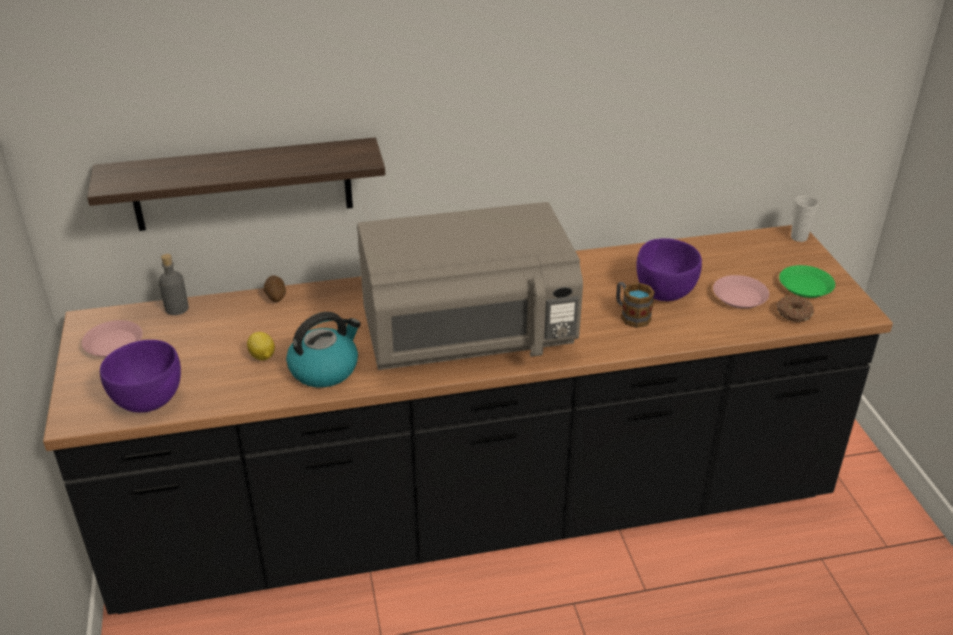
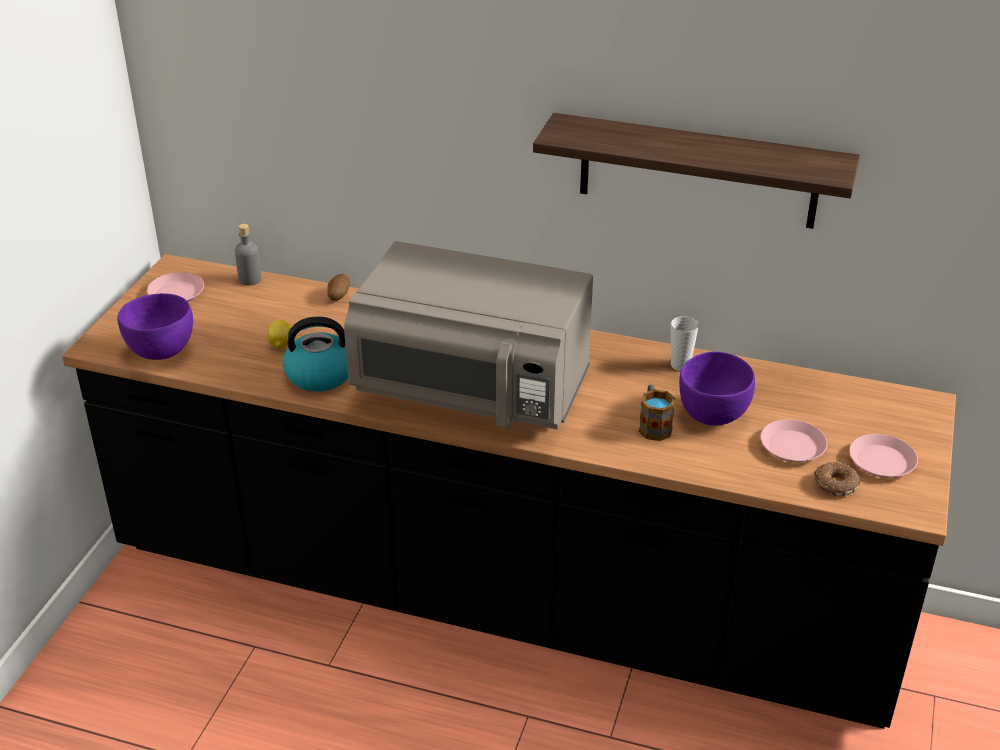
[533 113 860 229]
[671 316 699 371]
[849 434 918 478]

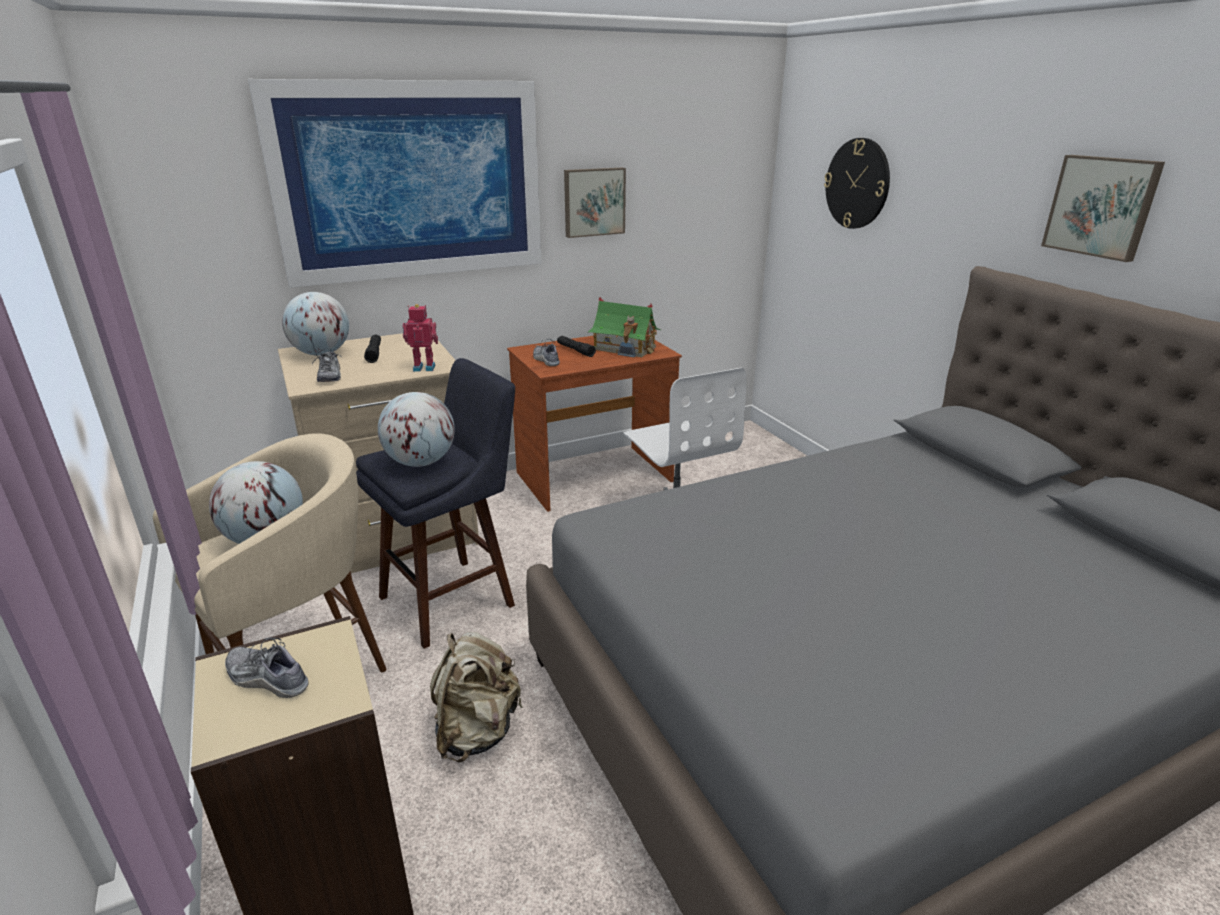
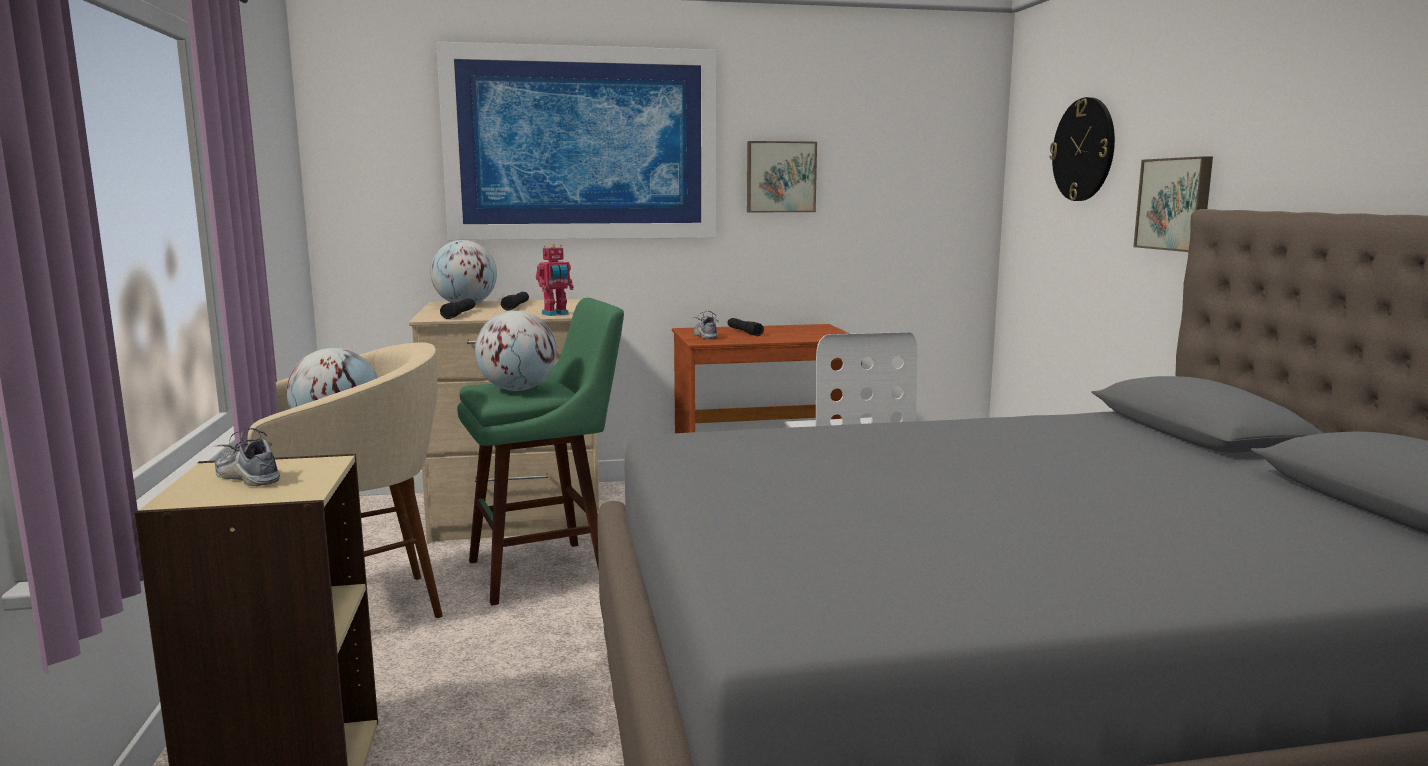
[430 632 523 762] (first image)
[588 297 661 358] (first image)
[1133 156 1213 252]
[440 298 475 319]
[457 298 624 606]
[536 244 574 316]

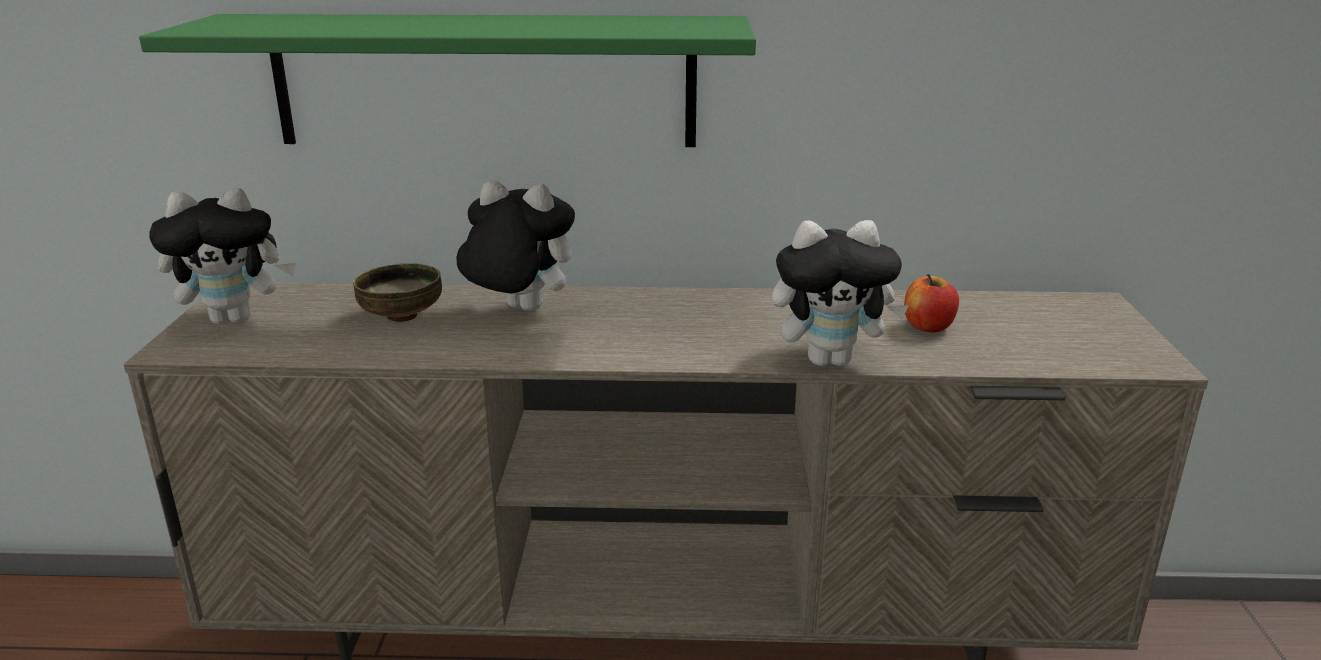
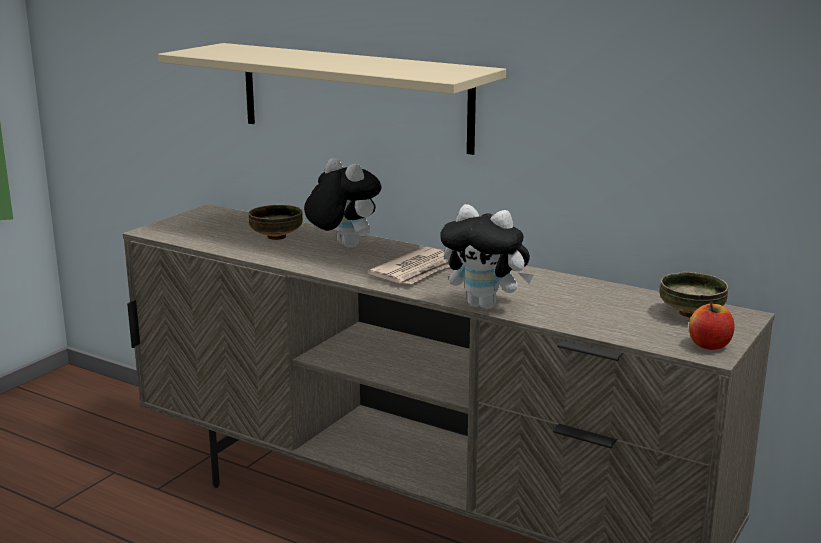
[149 188 296 325] (first image)
[368 247 450 284]
[659 272 728 317]
[689 302 735 350]
[158 43 506 155]

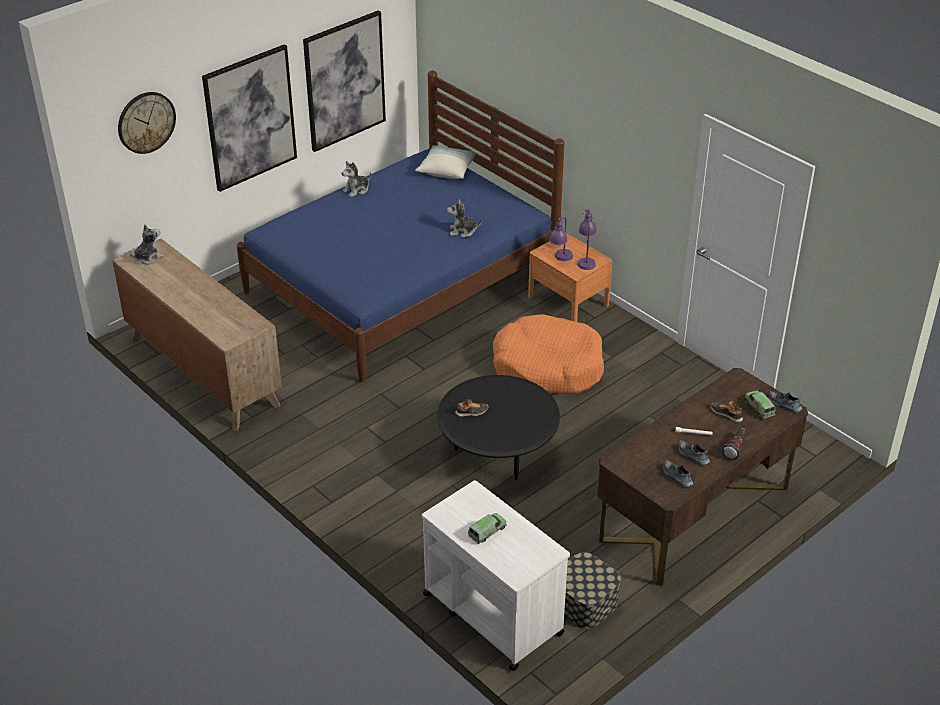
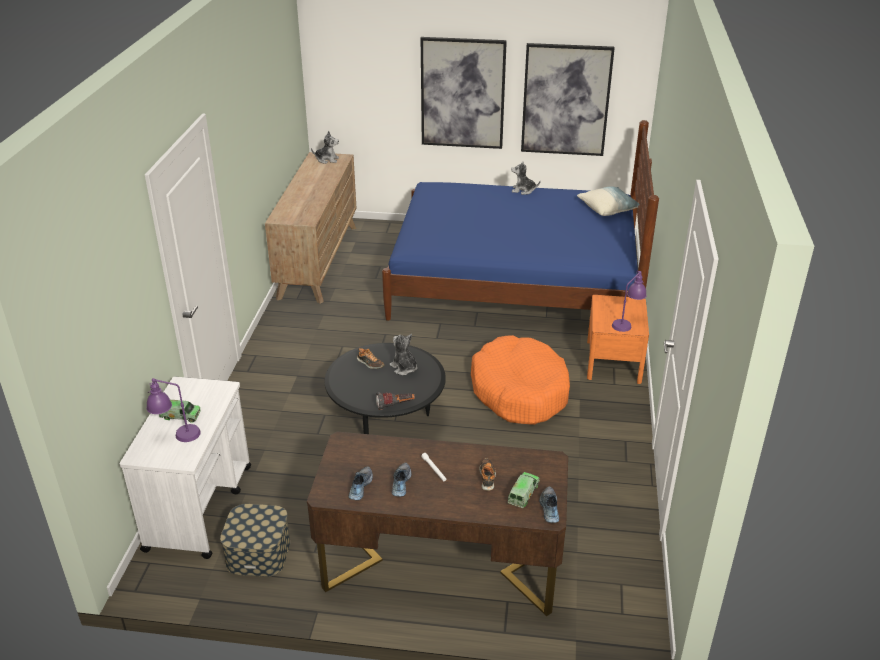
[118 92 176 154] (first image)
[390 334 418 375]
[147 378 201 442]
[376 392 415 410]

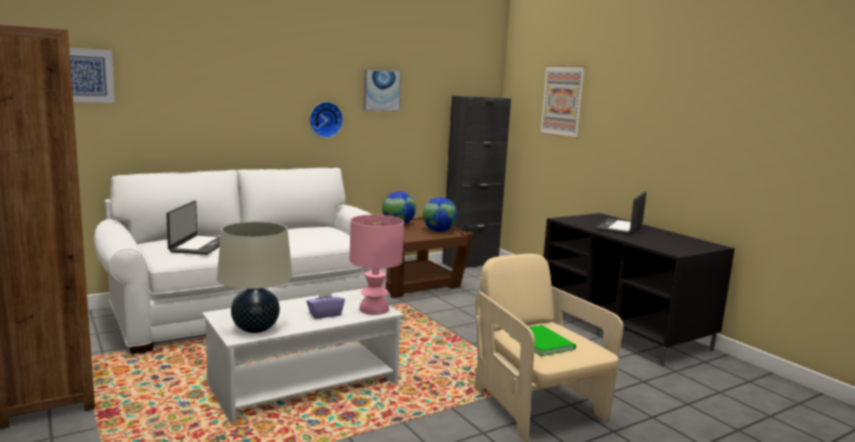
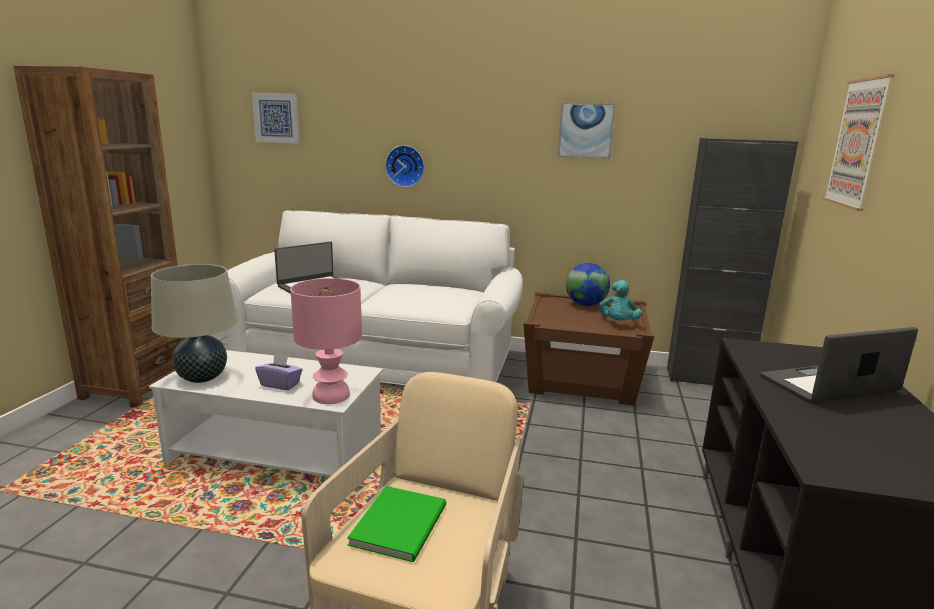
[385 145 424 187]
[599 280 642 320]

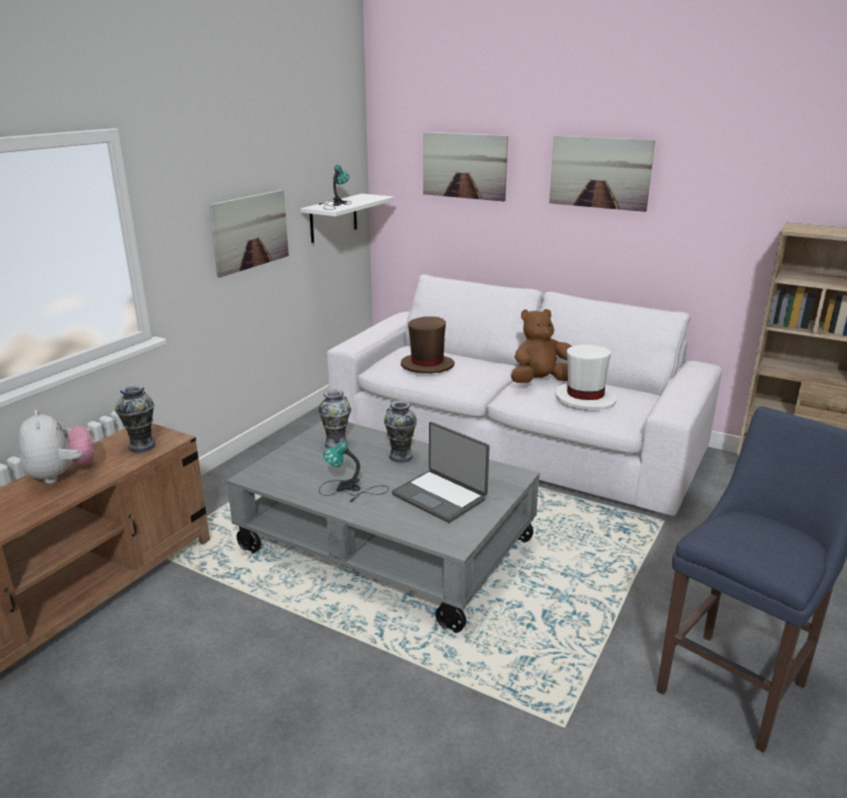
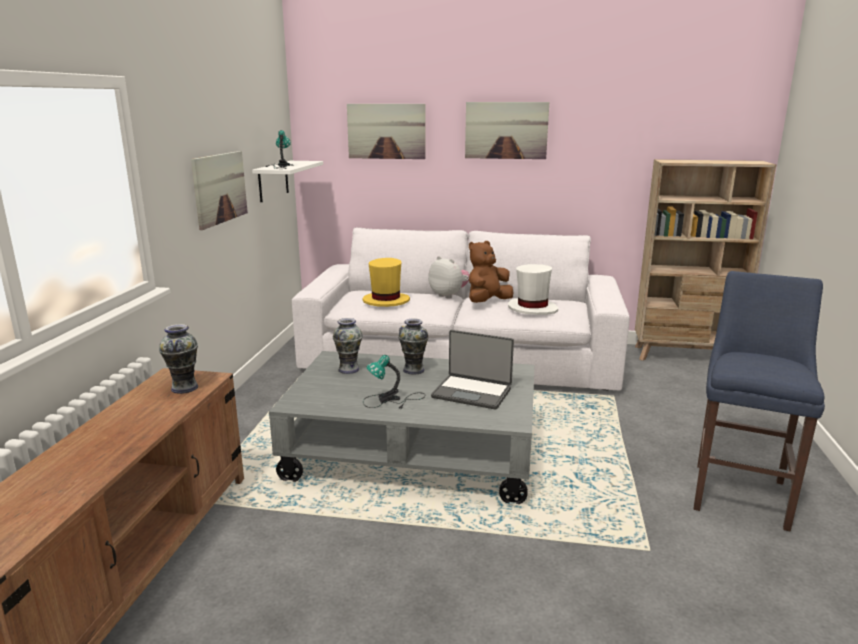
[428 256 469 299]
[363 258 410 307]

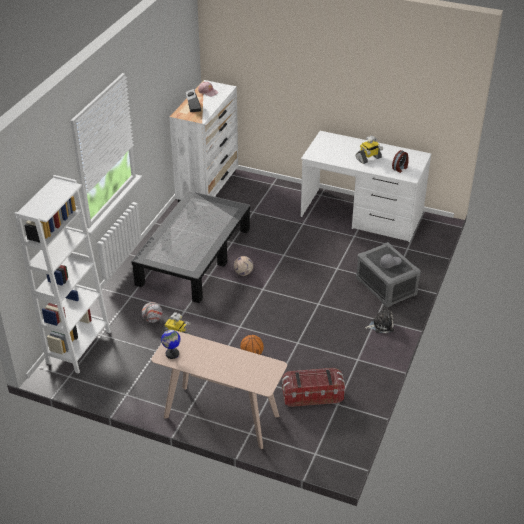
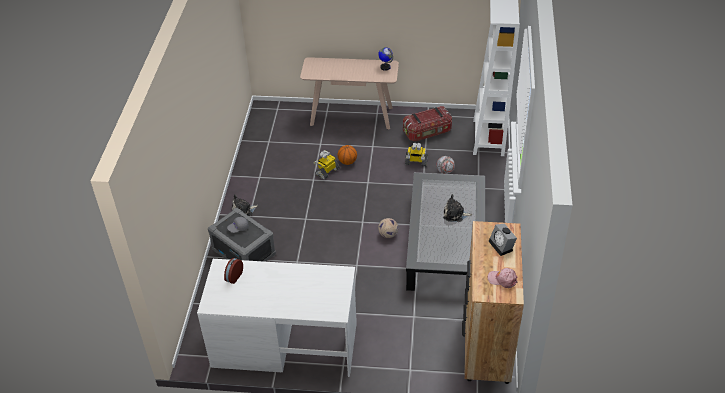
[443 194 472 222]
[403 106 452 142]
[313 150 340 180]
[462 221 524 384]

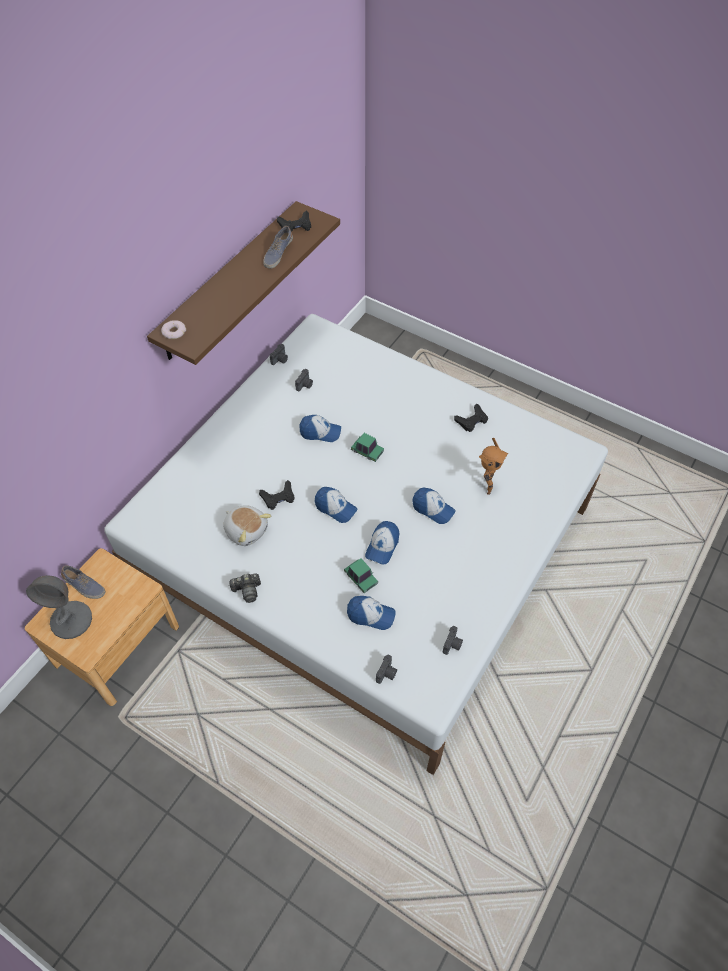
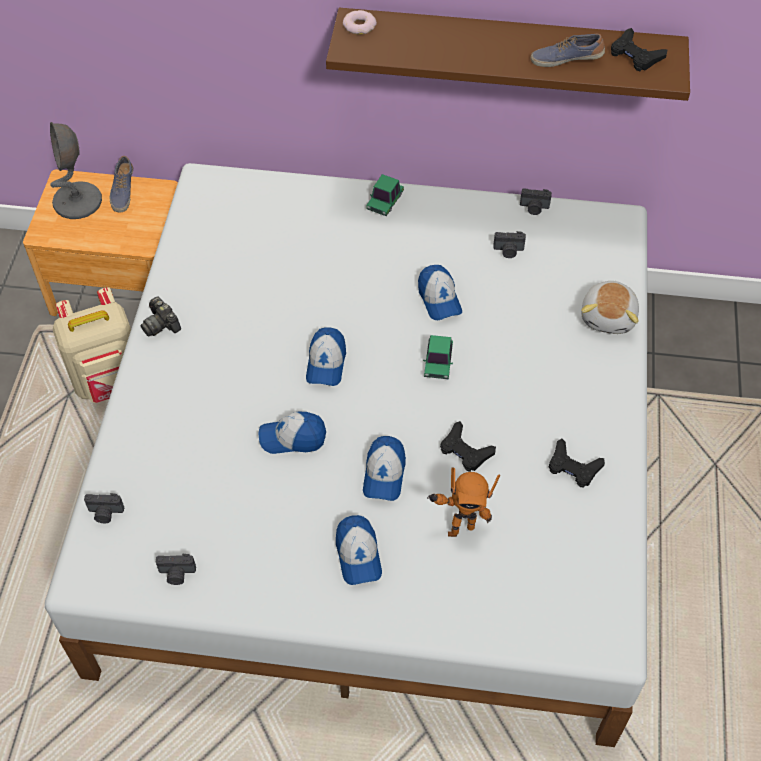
[53 287 131 403]
[581 281 639 334]
[440 421 496 472]
[367 174 404 216]
[336 515 382 585]

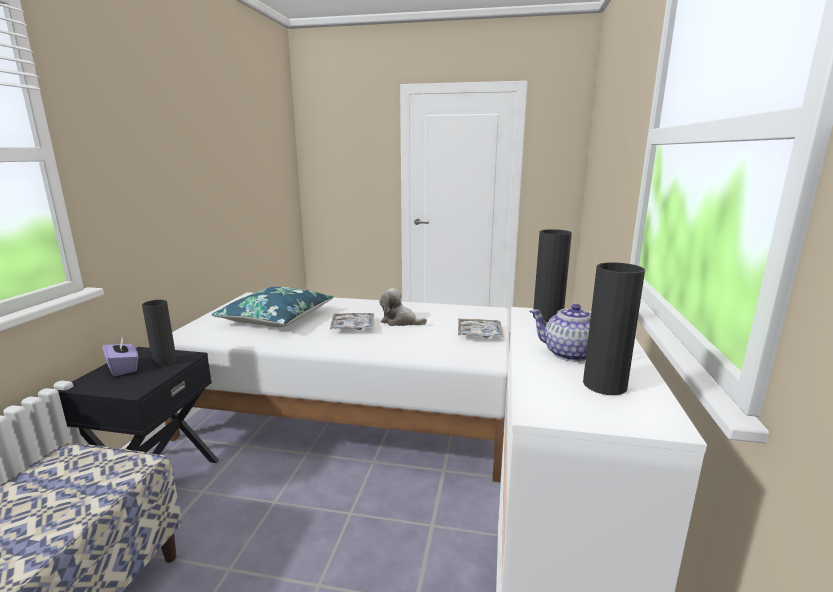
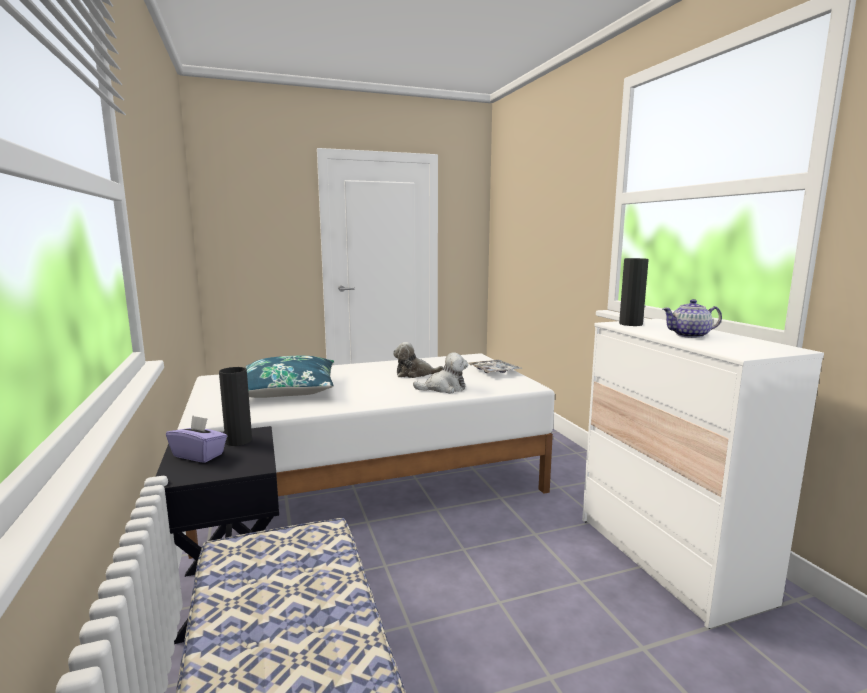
[330 313 374 330] (first image)
[583 262 645 395] (first image)
[413 352 468 394]

